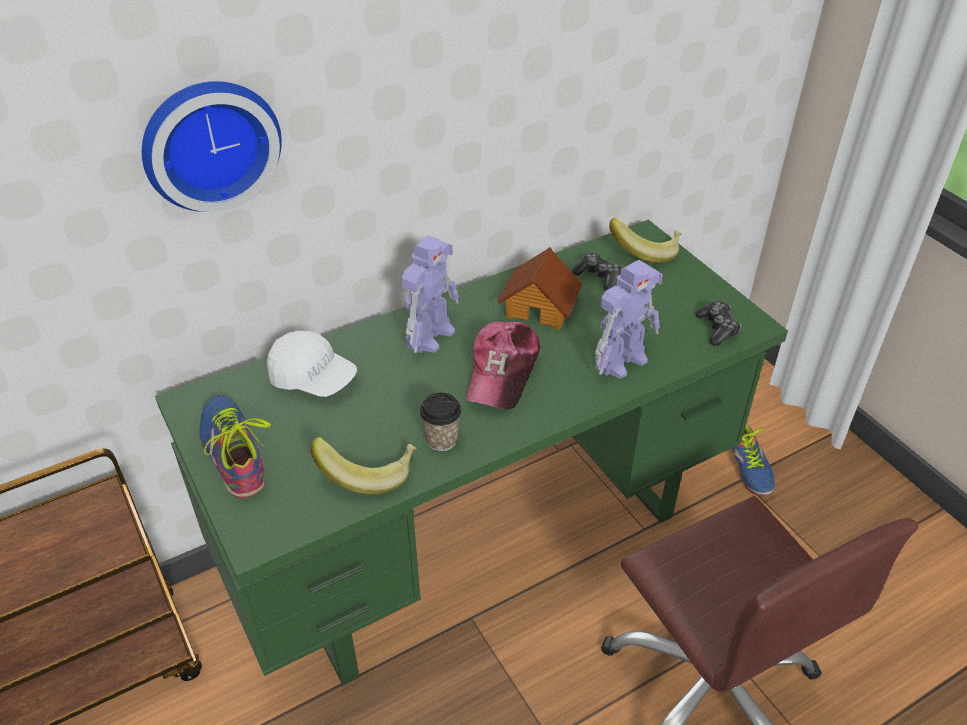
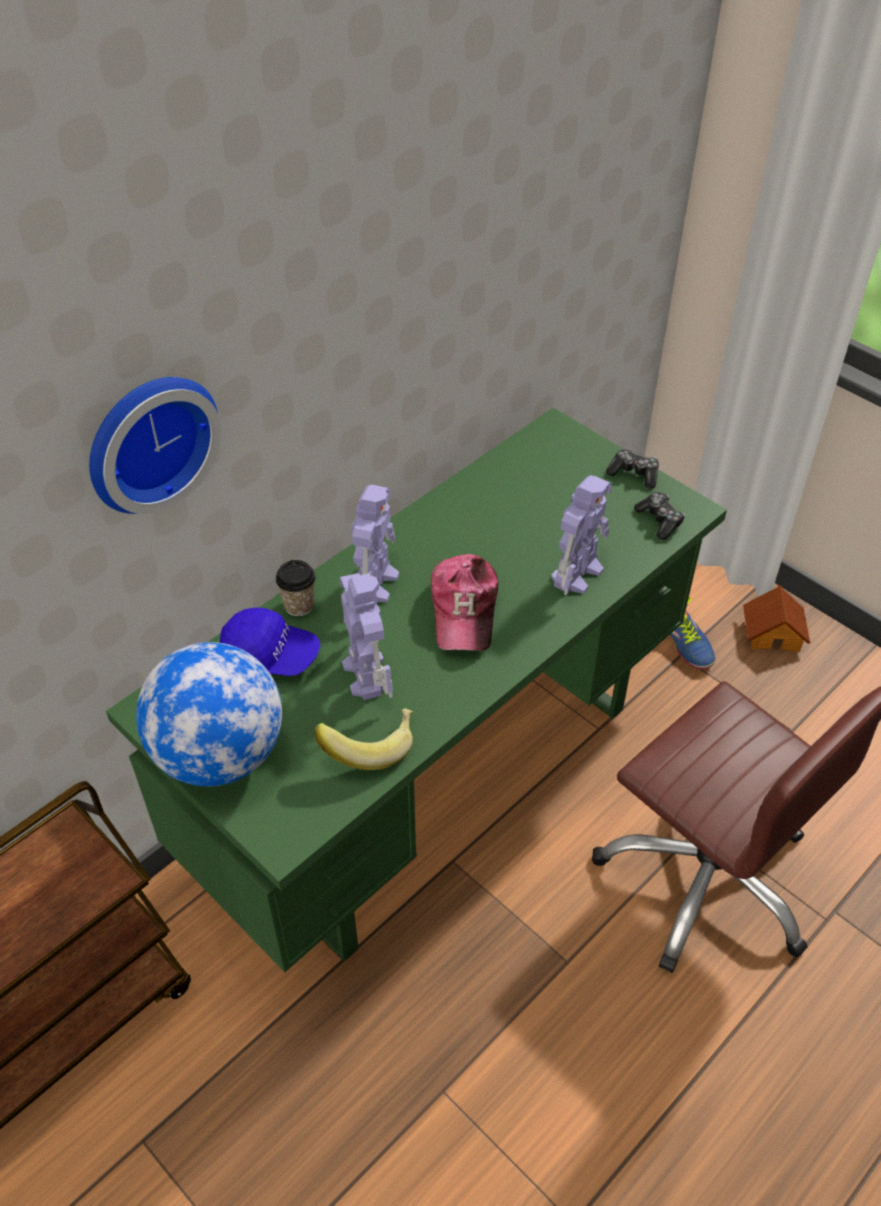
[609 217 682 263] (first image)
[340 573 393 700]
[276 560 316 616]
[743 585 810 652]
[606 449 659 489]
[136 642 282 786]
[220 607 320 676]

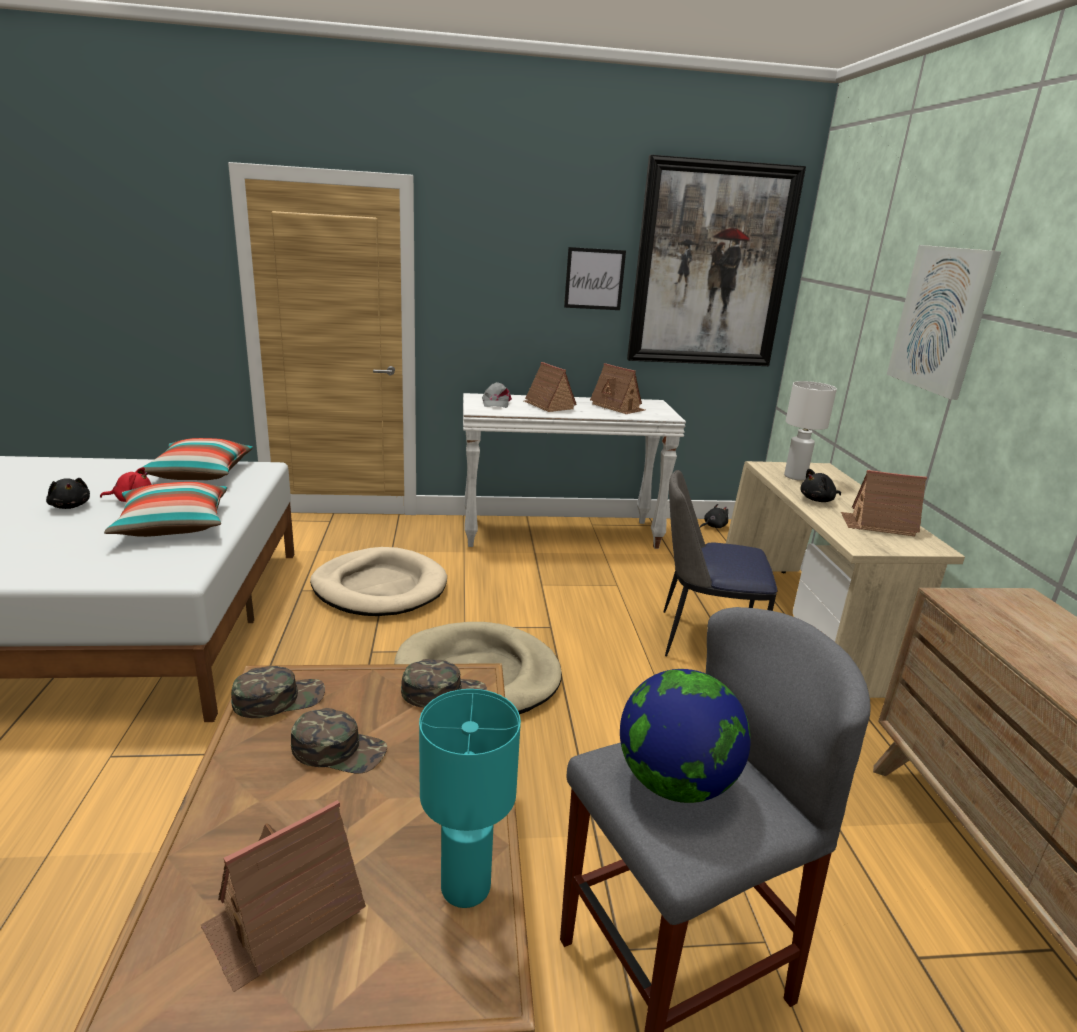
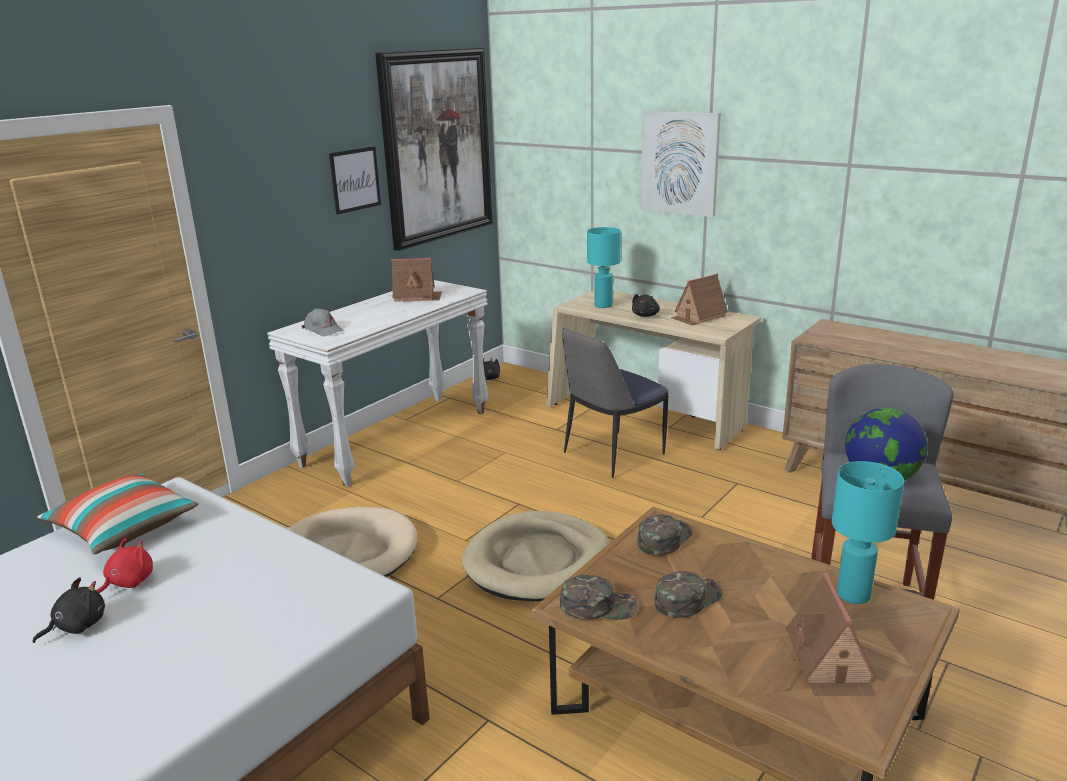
[104 482 227 537] (first image)
[524 362 577 412] (first image)
[587 227 621 308]
[33 577 105 643]
[560 575 638 620]

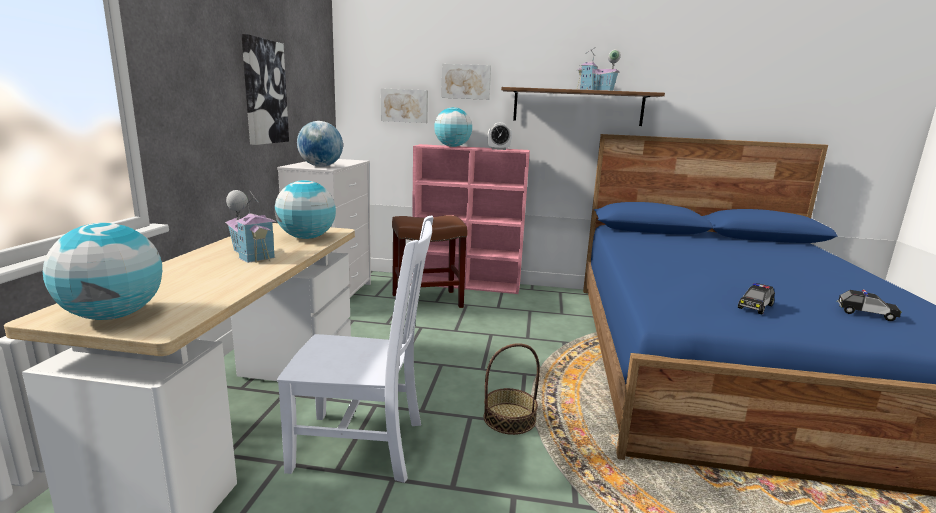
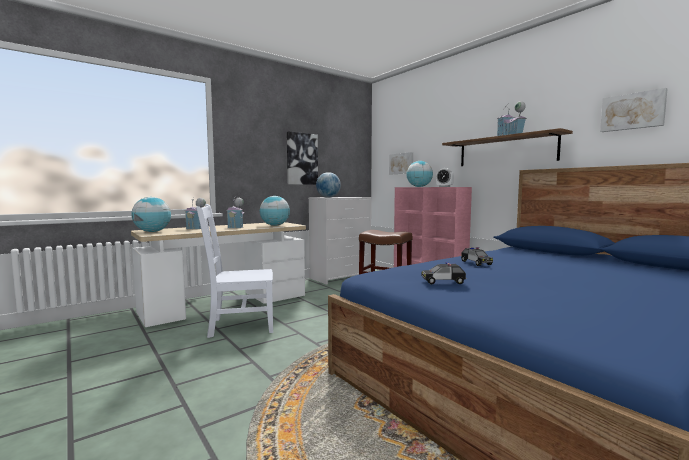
[484 343 540 435] (first image)
[185 196 206 230]
[600 88 667 132]
[461 247 493 266]
[196 204 273 338]

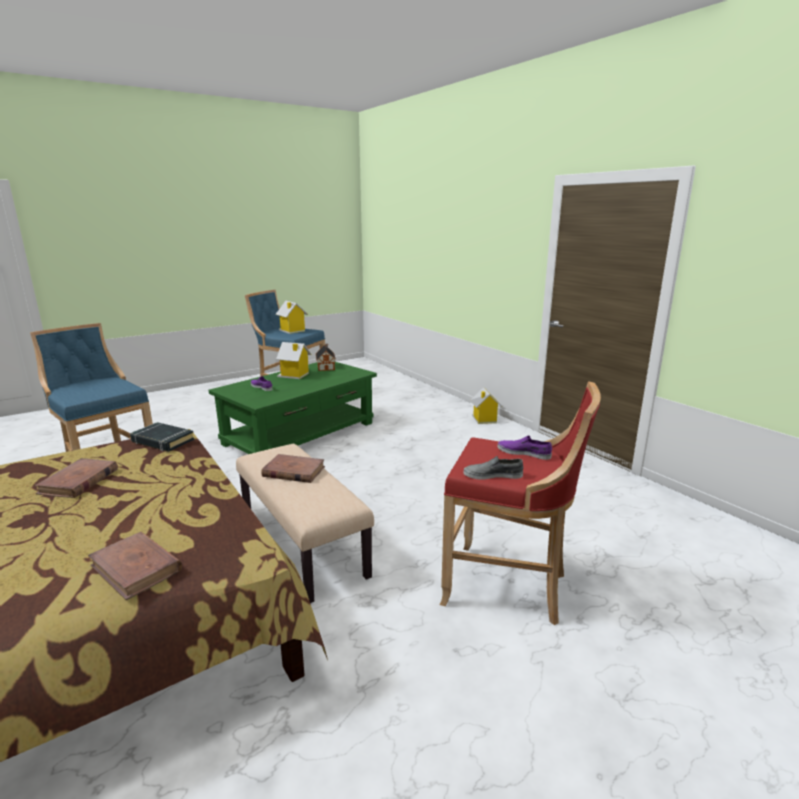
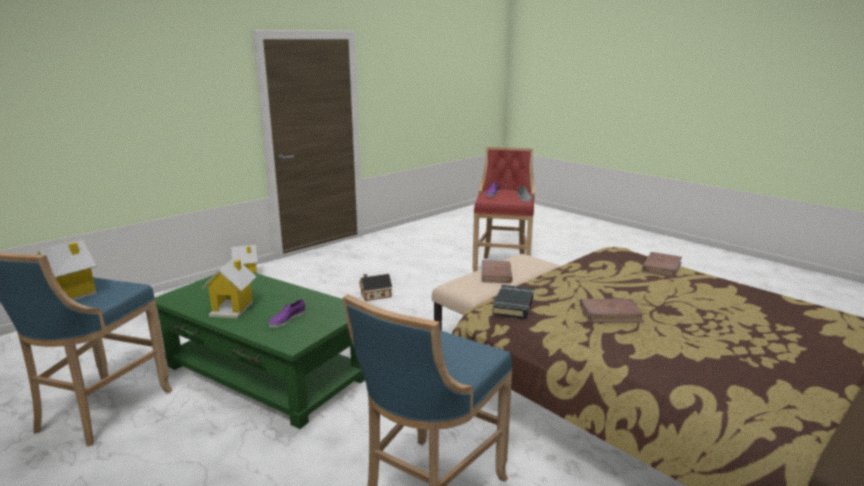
[359 274 392 301]

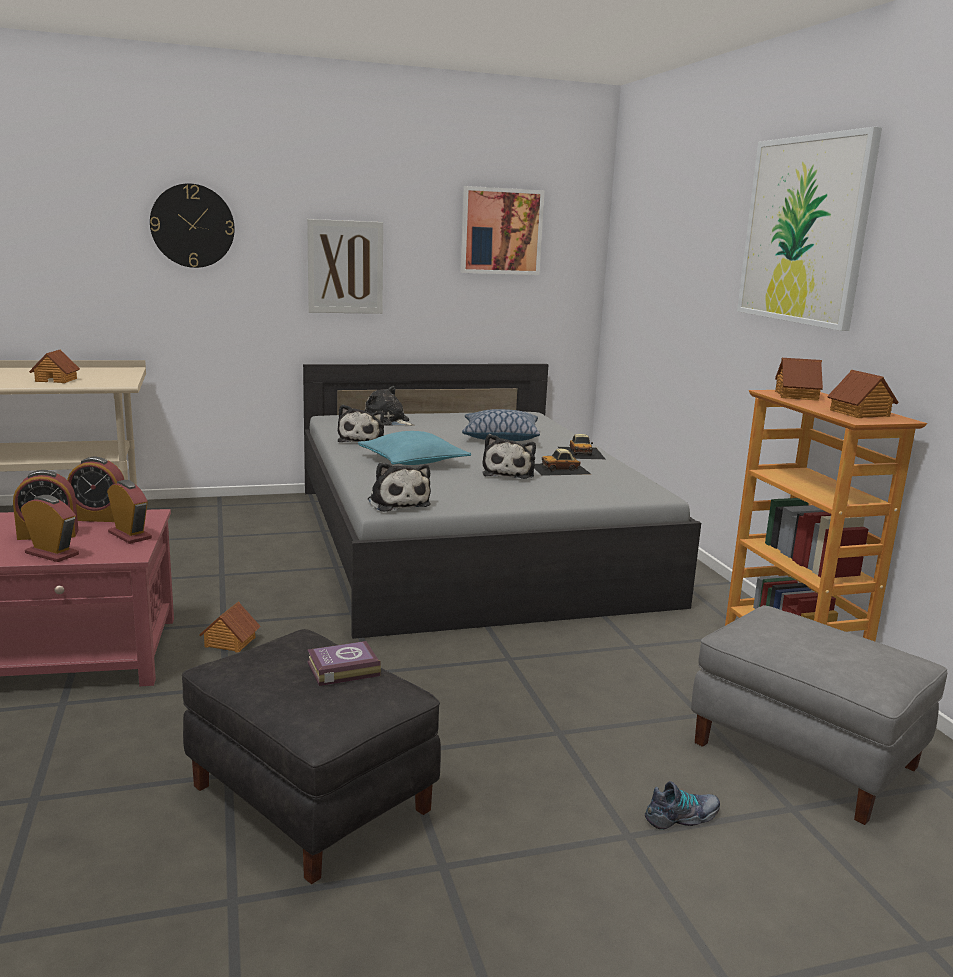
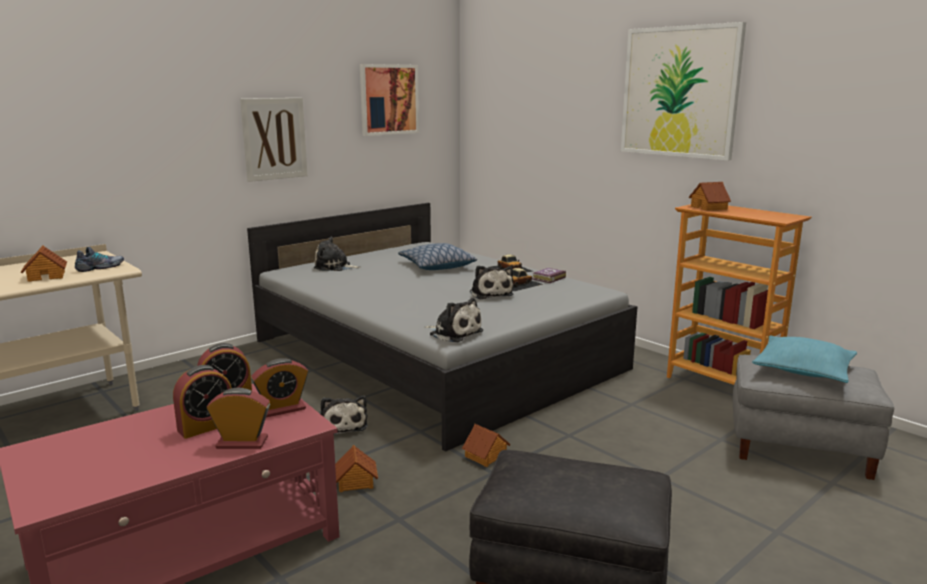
[150 183 235 268] (first image)
[532 268 566 283]
[320 396 368 435]
[752 335 857 383]
[75 247 124 272]
[462 424 510 467]
[251 358 308 418]

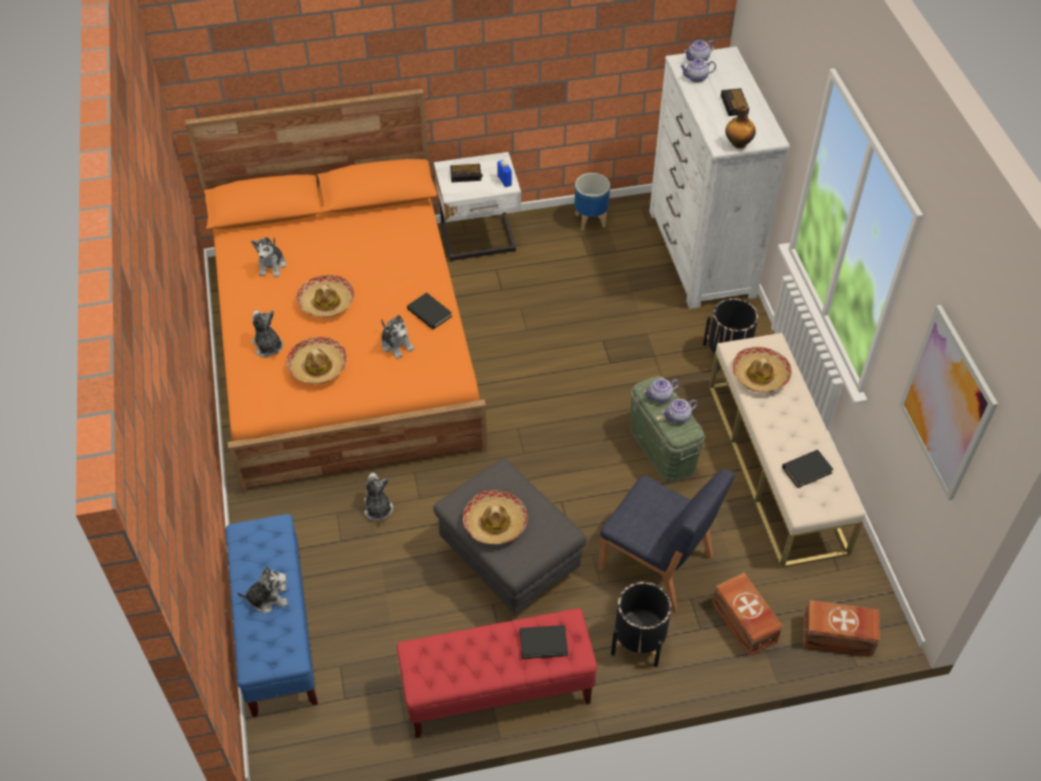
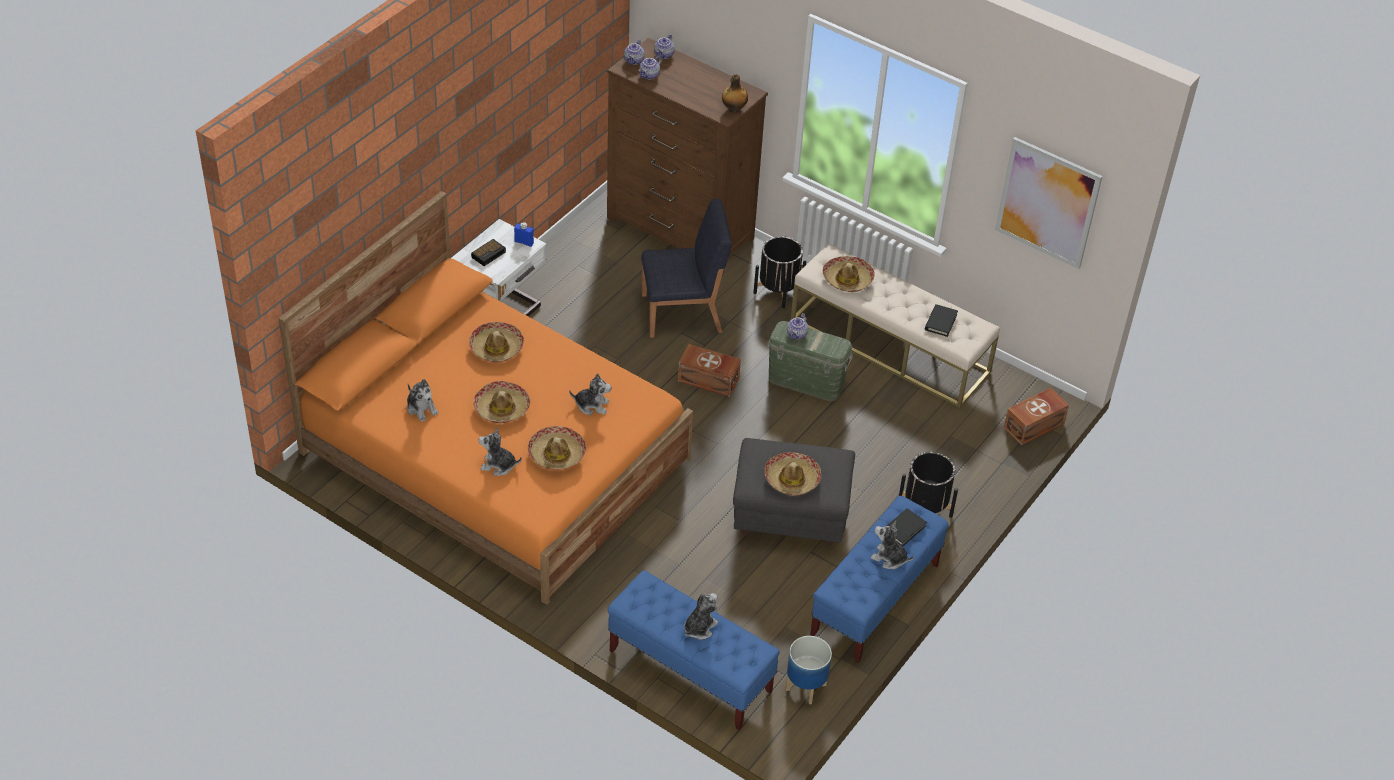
[407 292 452 330] (first image)
[721 88 749 116] (first image)
[469 322 524 363]
[871 521 914 569]
[785 636 832 704]
[641 199 732 338]
[654 34 675 59]
[678 344 741 397]
[810 496 949 663]
[607 38 768 257]

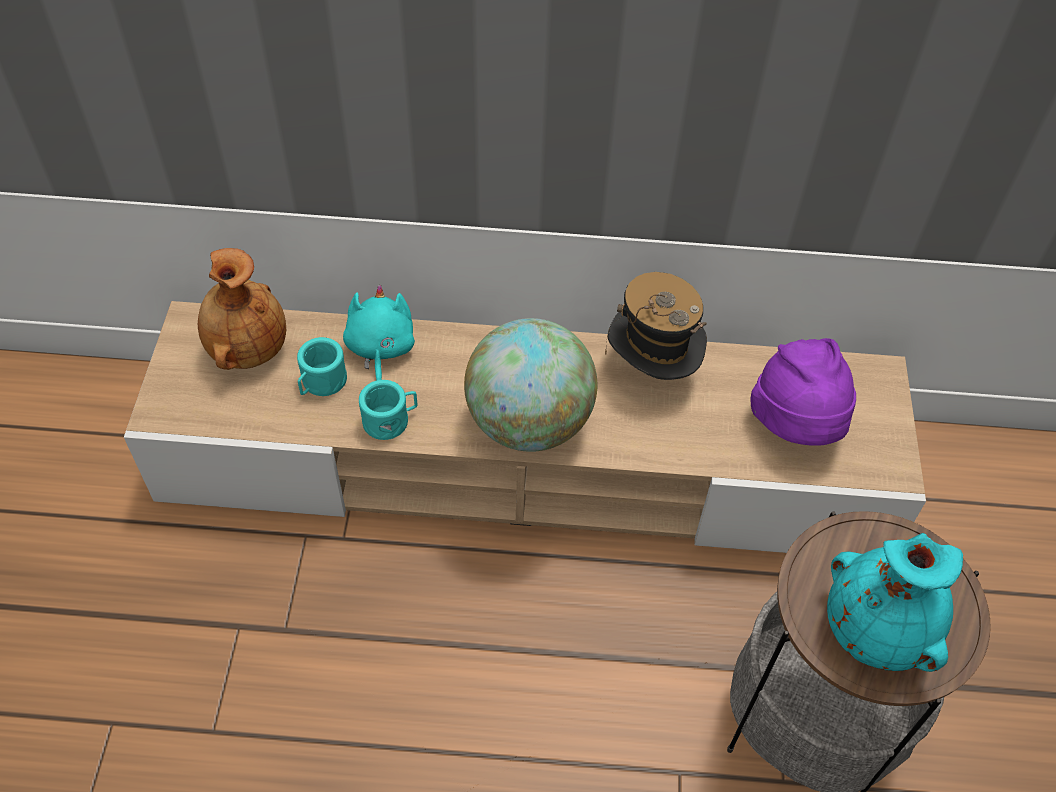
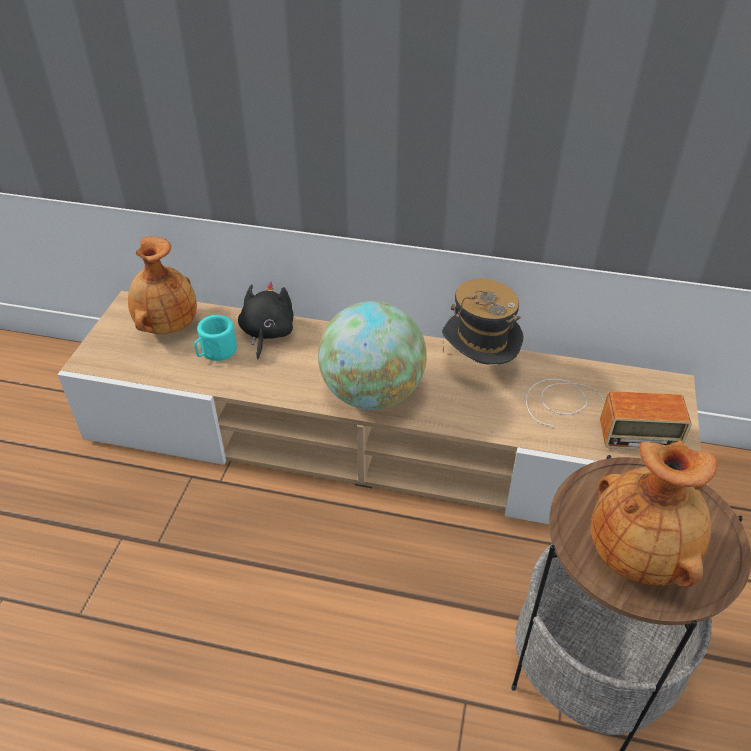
[359 380 418 440] (first image)
[526 379 692 450]
[238 281 293 359]
[591 440 718 587]

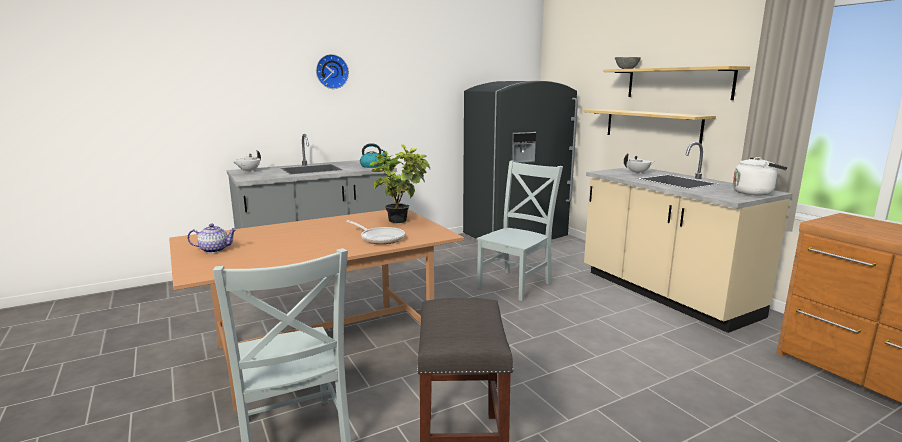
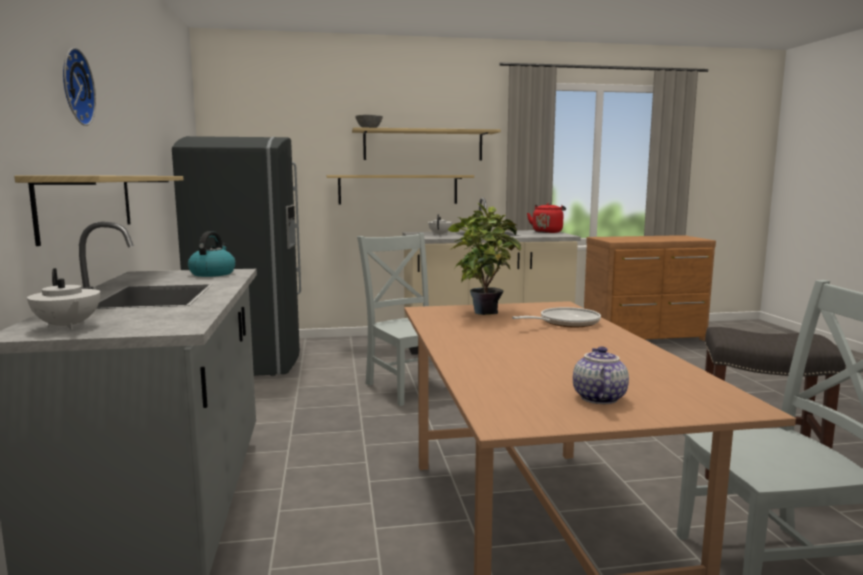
[14 175 183 246]
[527 203 566 233]

